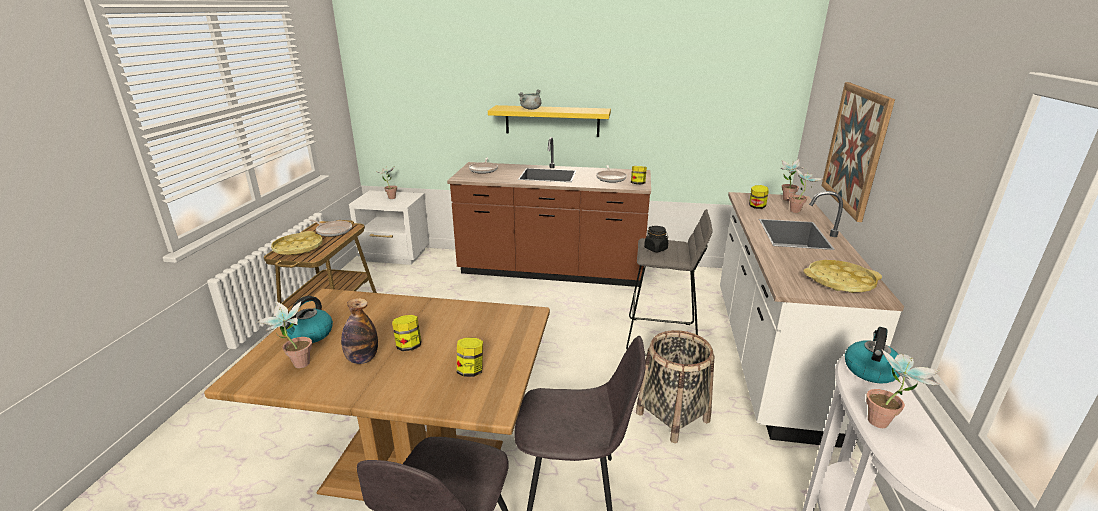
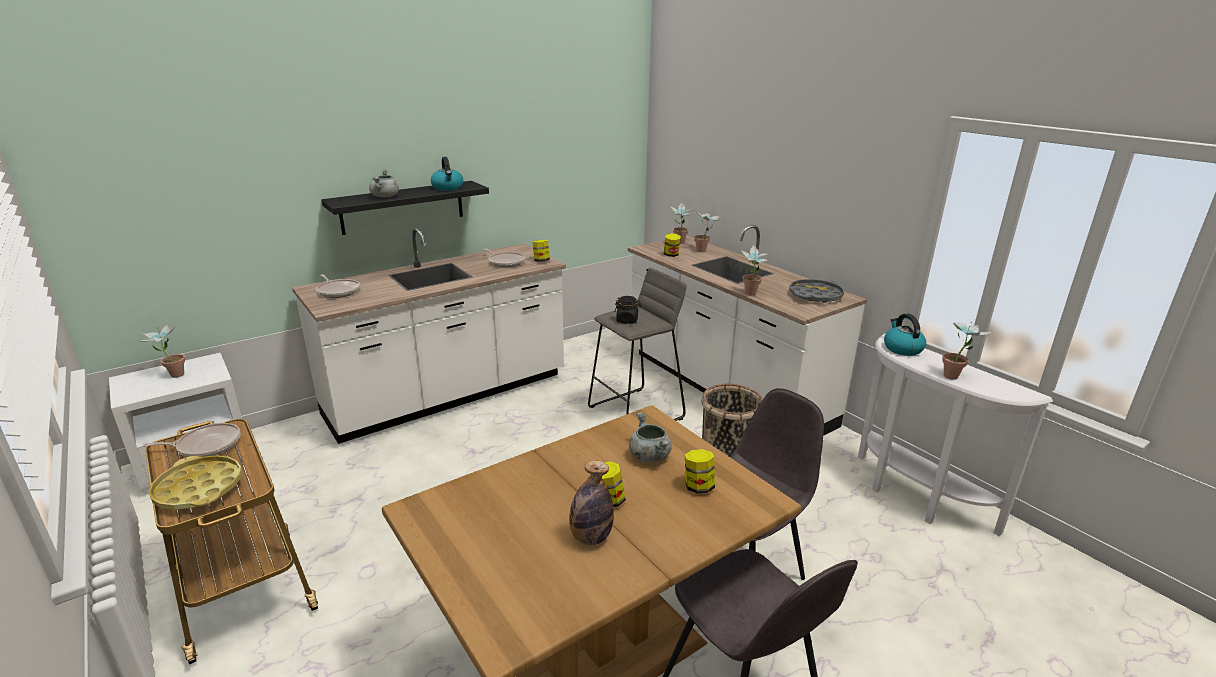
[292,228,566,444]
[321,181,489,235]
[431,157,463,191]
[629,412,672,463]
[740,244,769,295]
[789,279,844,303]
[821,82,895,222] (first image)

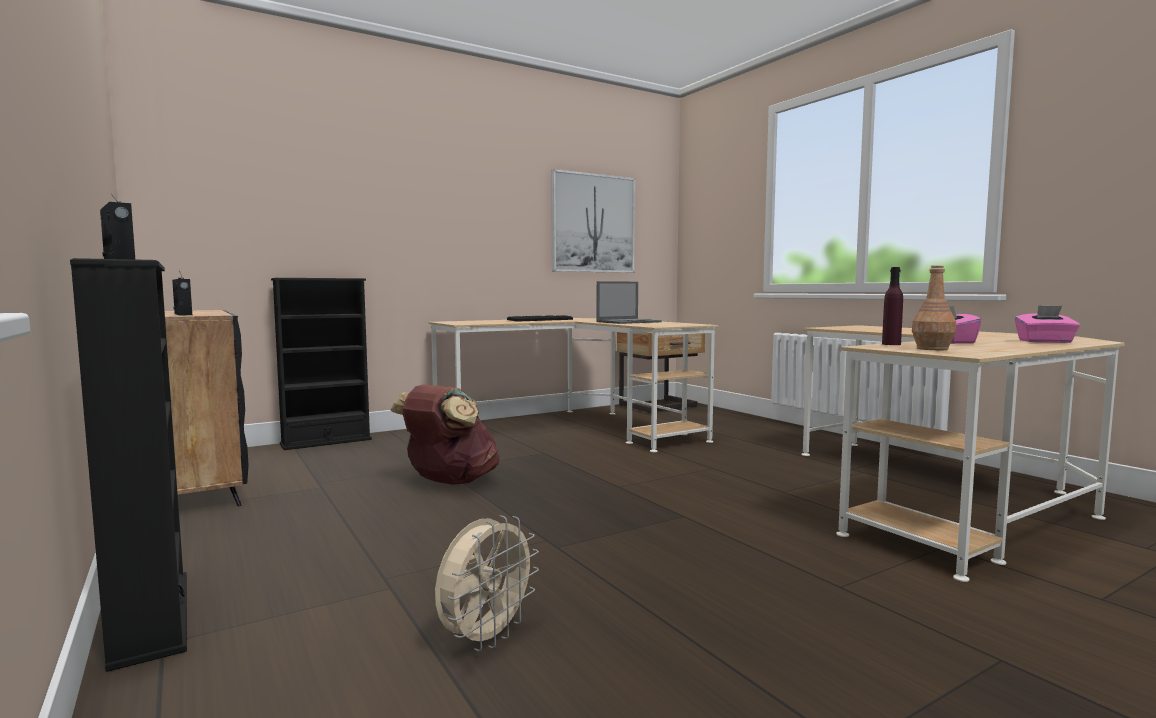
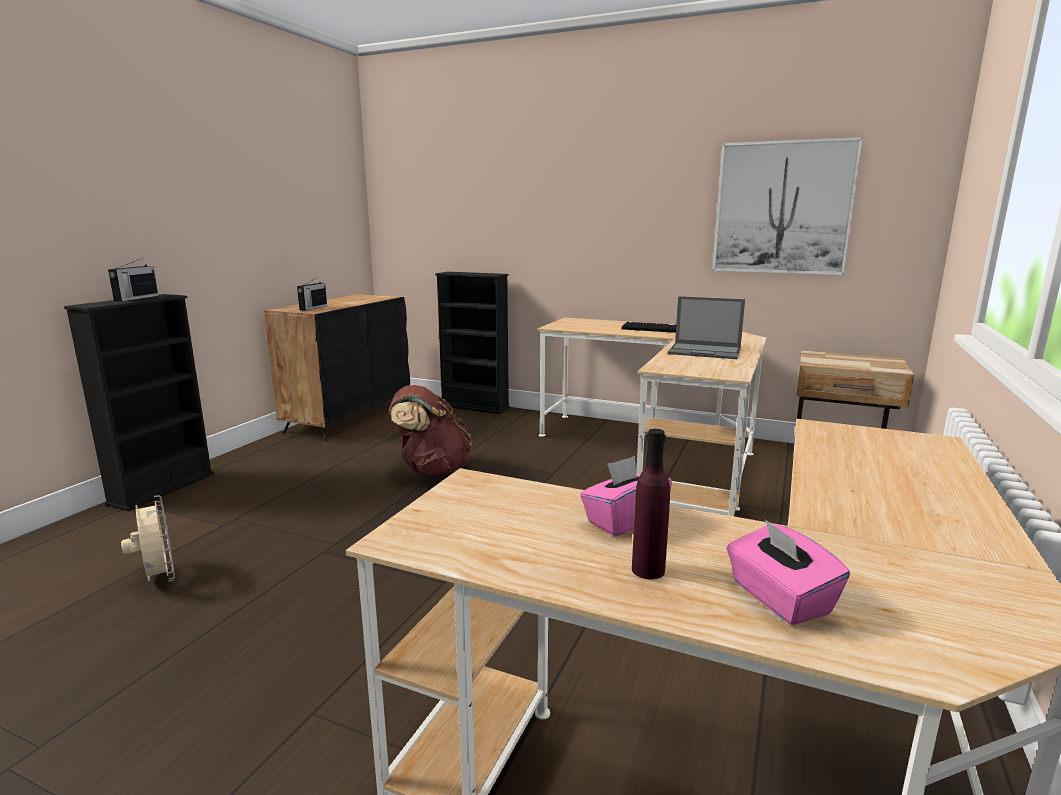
[121,495,175,582]
[632,429,670,579]
[912,265,956,350] (first image)

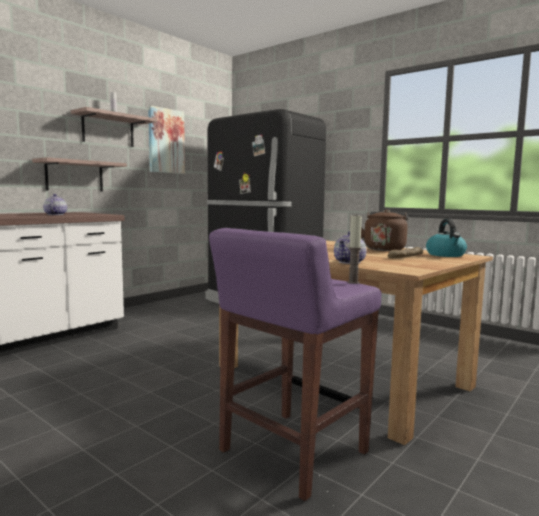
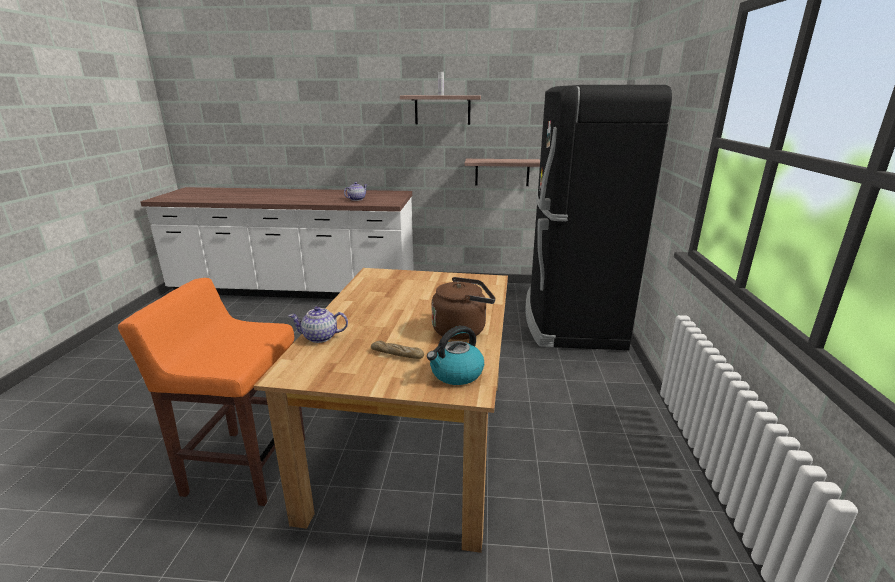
[118,278,305,506]
[465,159,540,186]
[148,105,185,174] (first image)
[348,215,362,284] (first image)

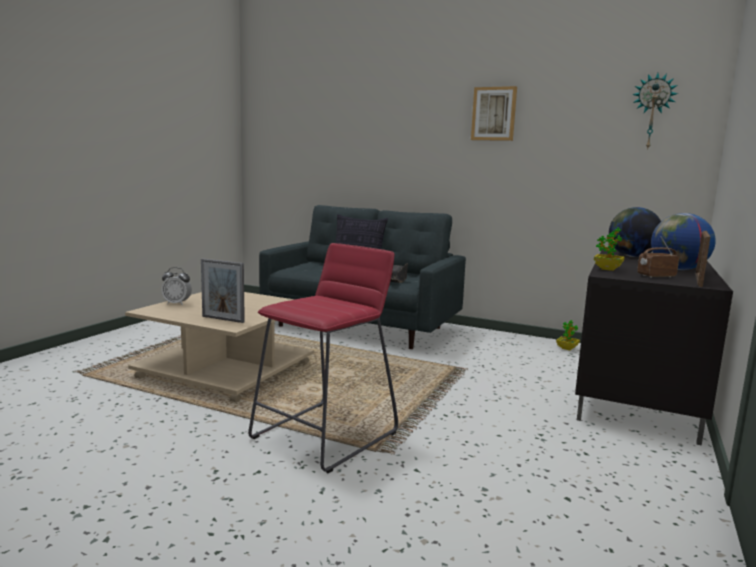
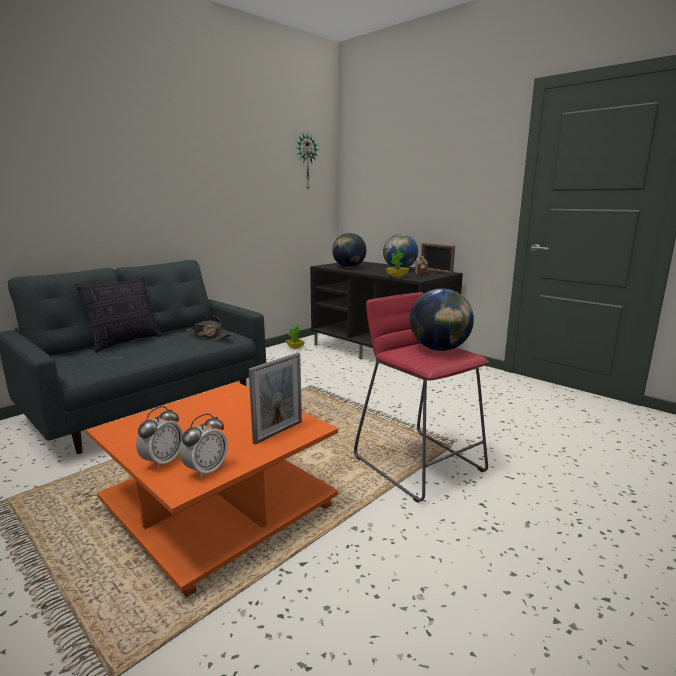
[86,382,338,597]
[180,413,228,479]
[410,288,474,351]
[471,86,517,141] (first image)

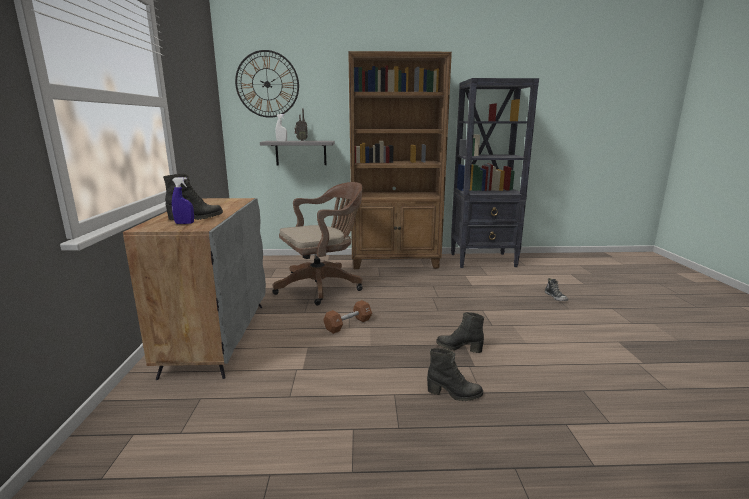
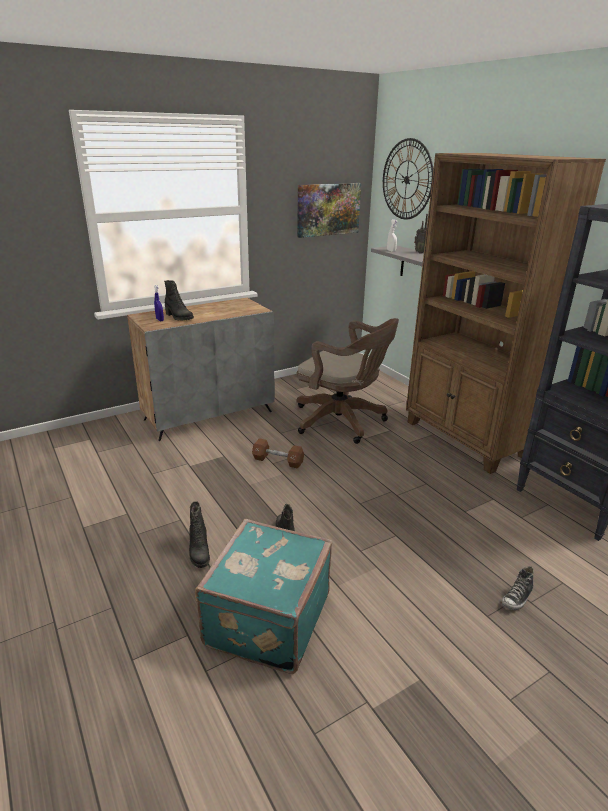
[195,519,332,674]
[297,183,361,238]

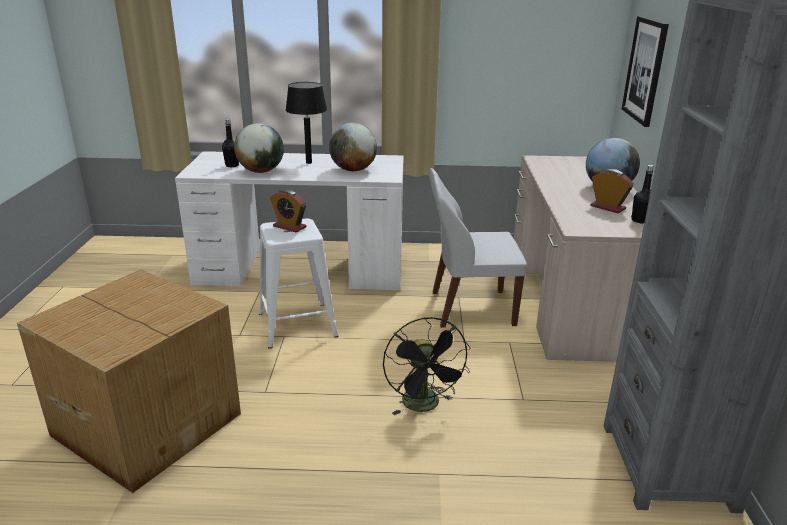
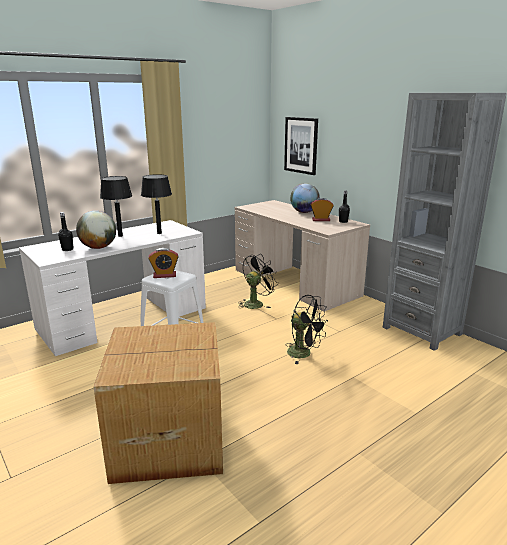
[141,174,172,234]
[238,254,279,309]

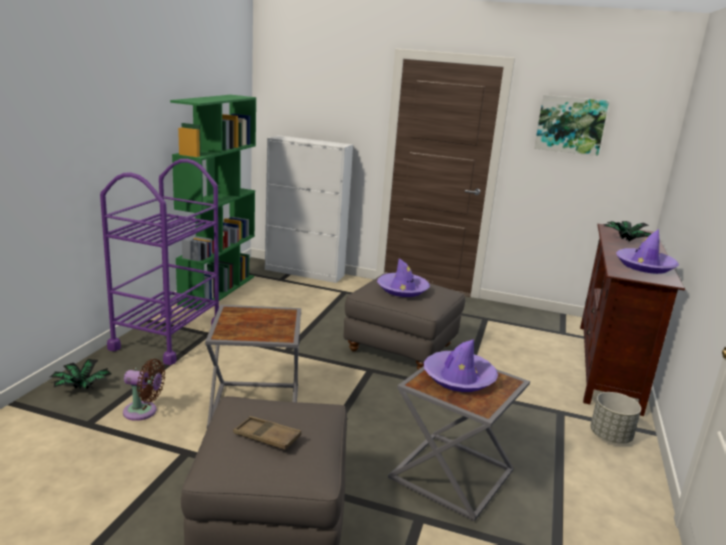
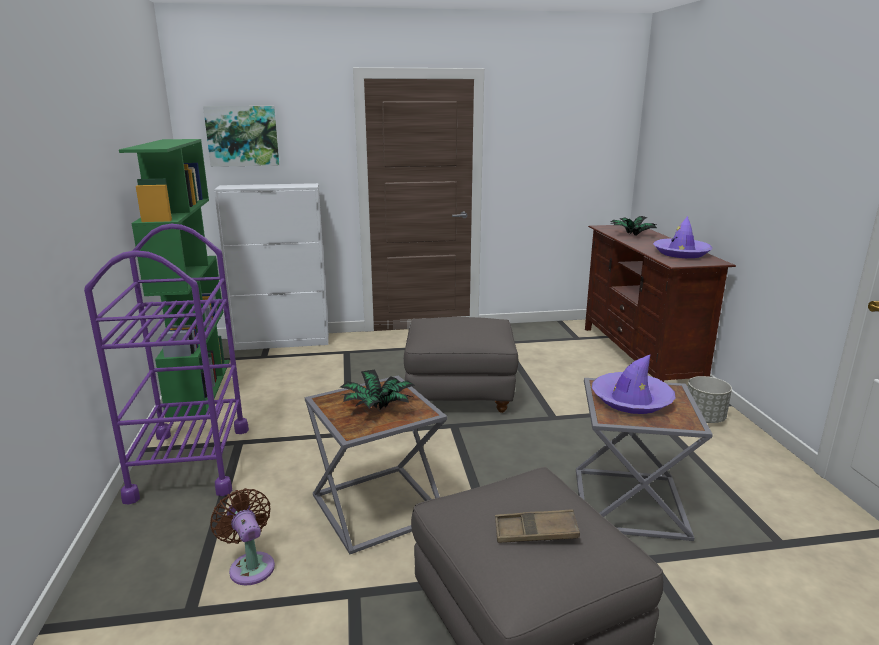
[203,106,279,167]
[210,488,275,585]
[340,370,415,409]
[377,258,430,297] (first image)

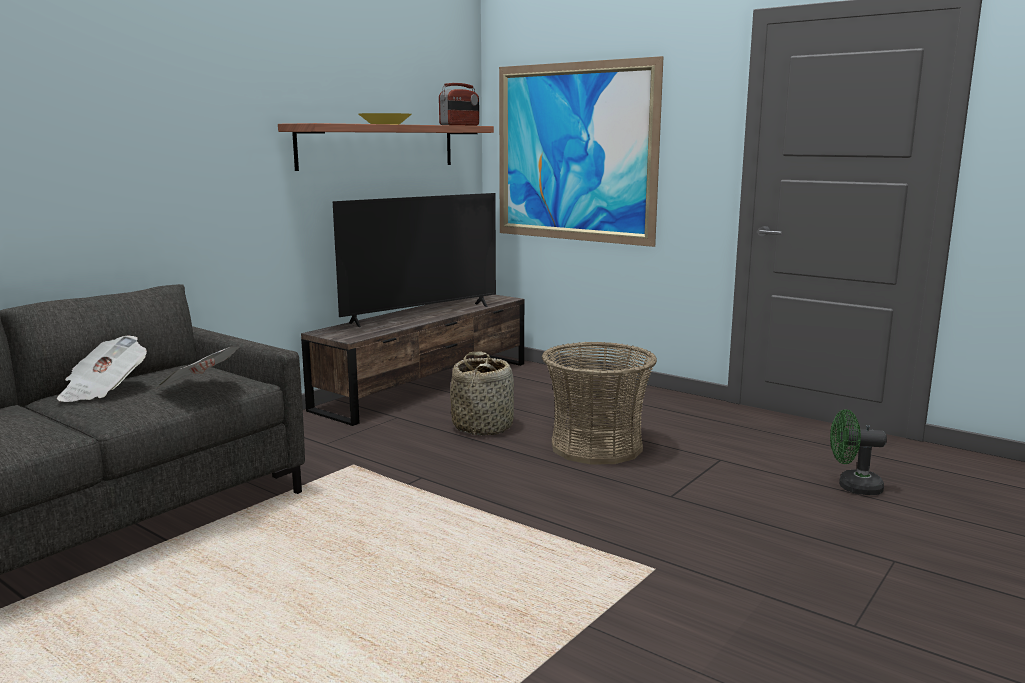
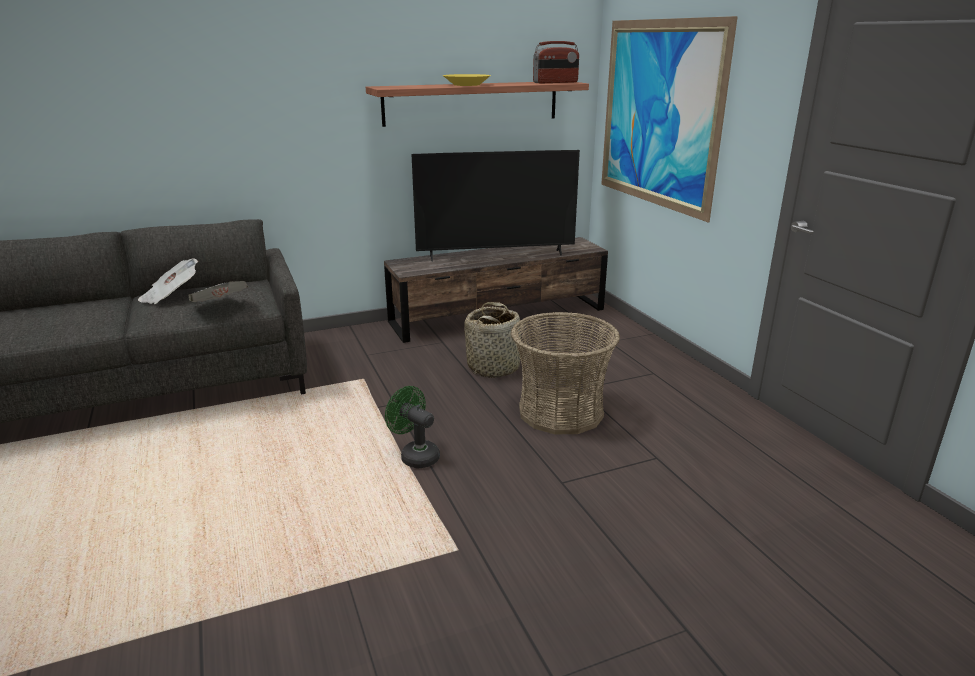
[385,386,440,468]

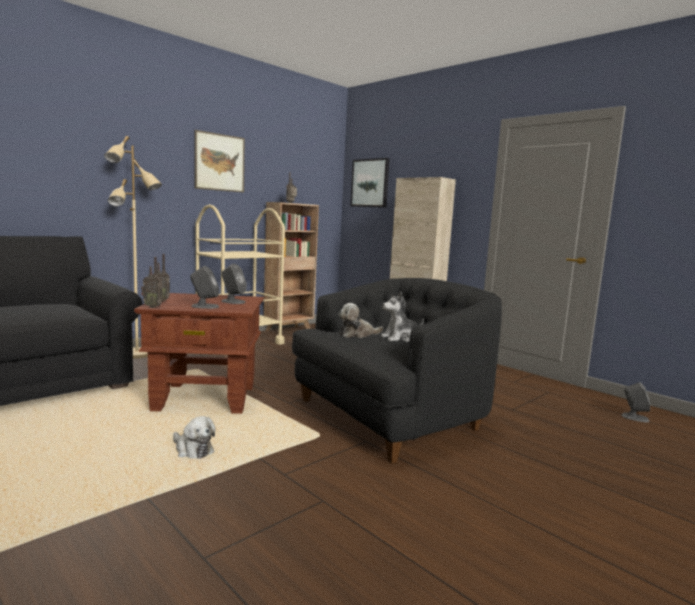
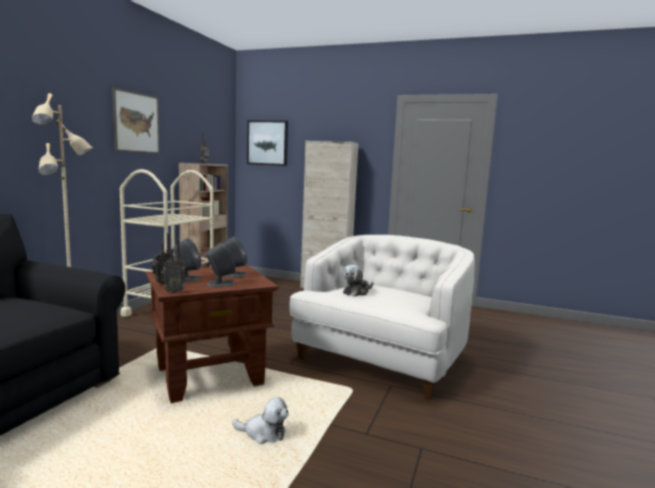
[173,238,202,281]
[289,235,475,400]
[381,291,424,342] (first image)

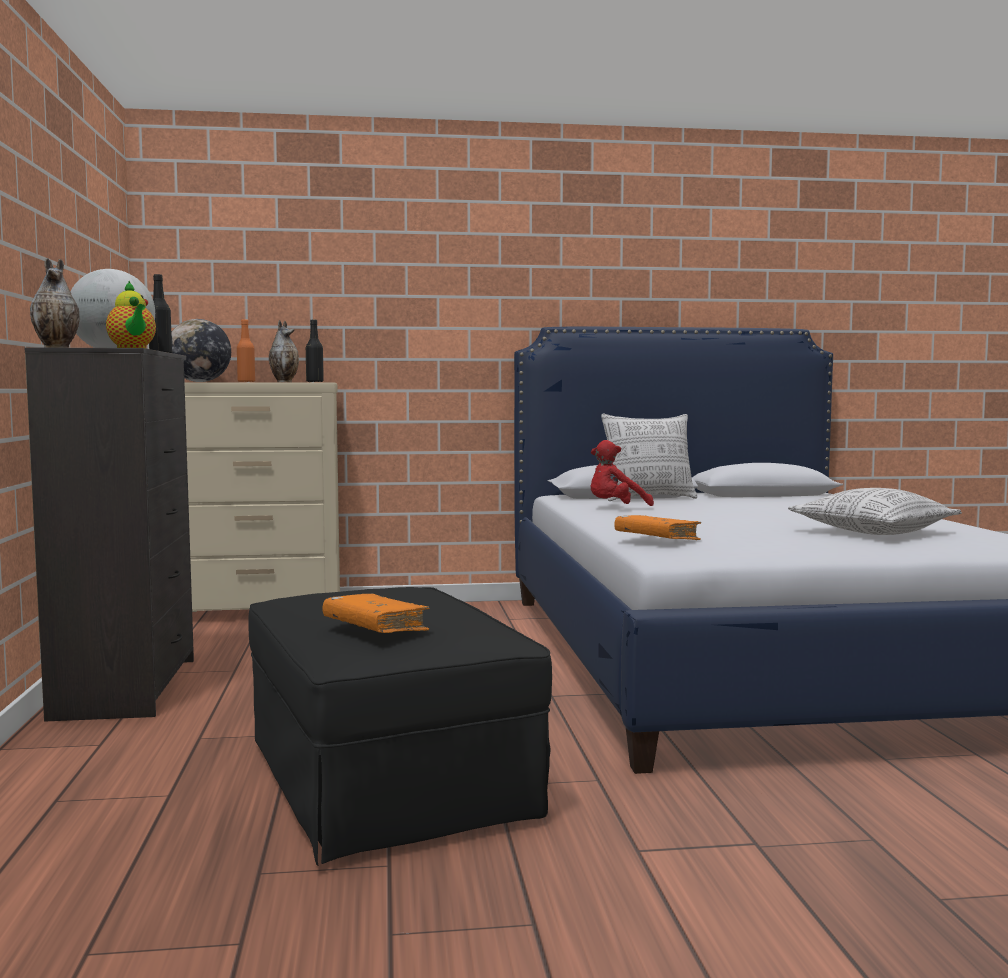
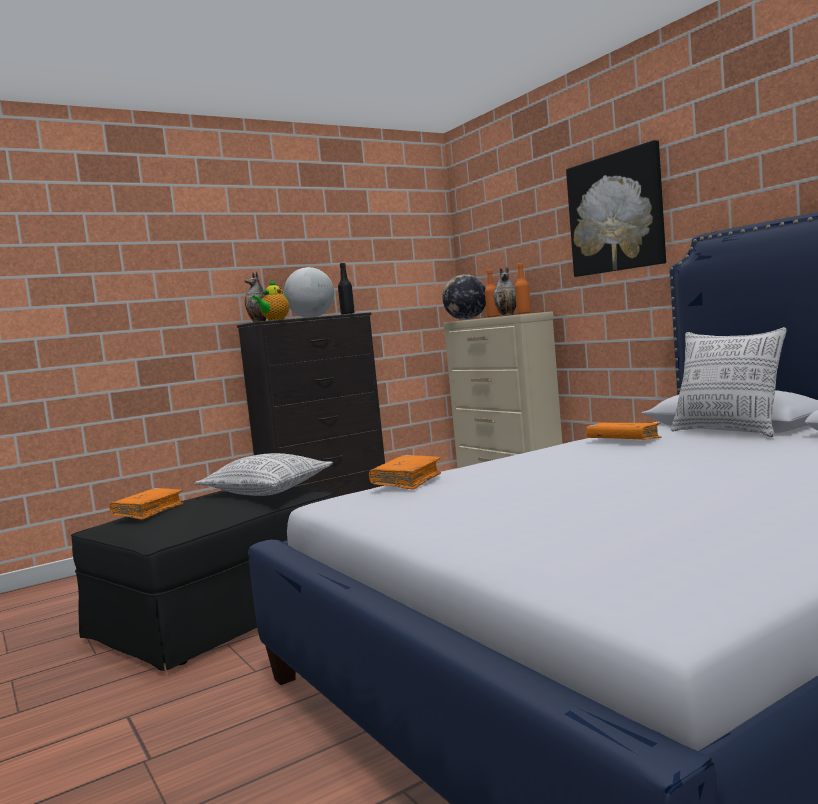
[195,453,333,496]
[515,263,531,314]
[566,140,666,277]
[587,422,662,440]

